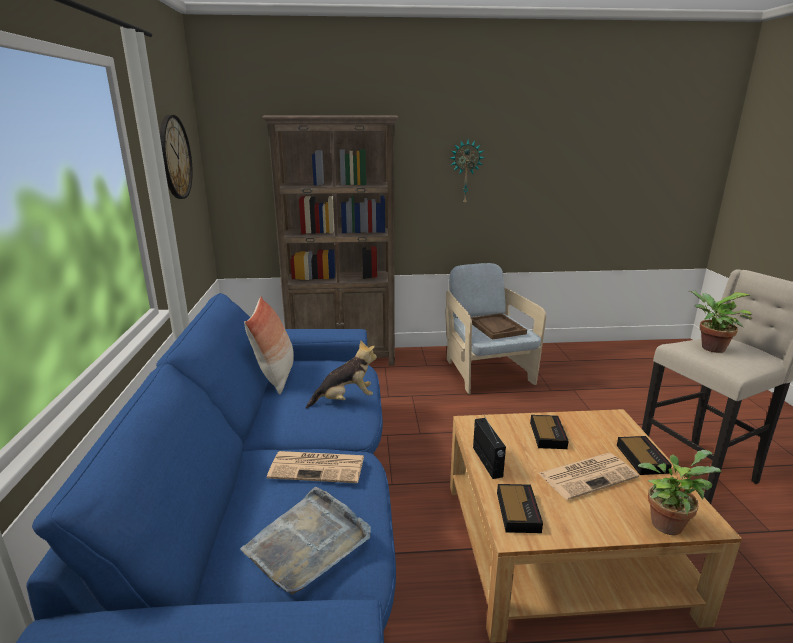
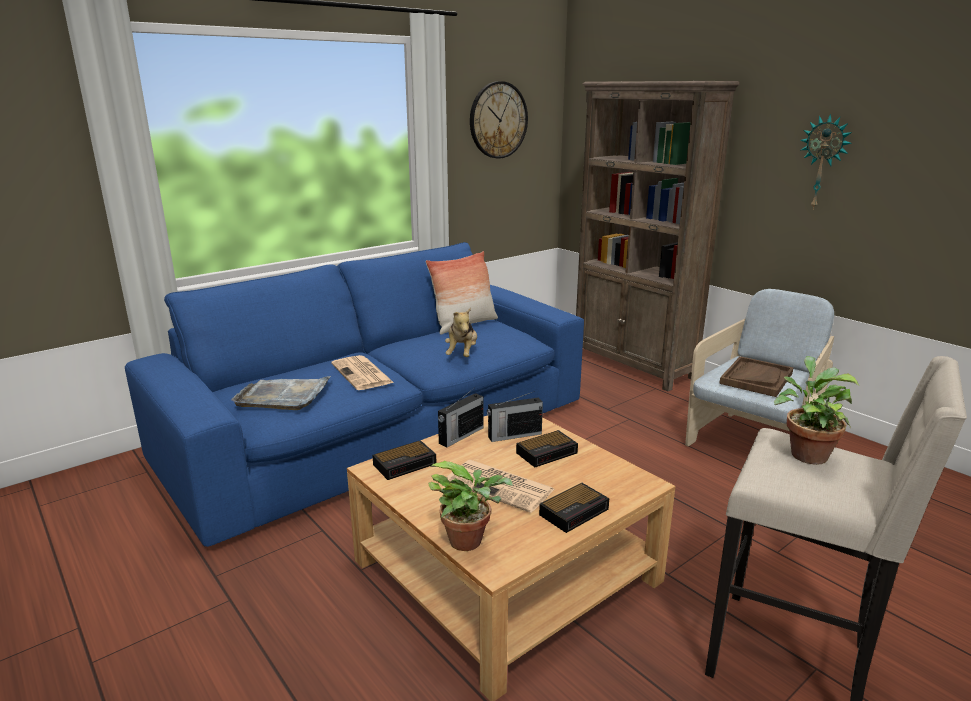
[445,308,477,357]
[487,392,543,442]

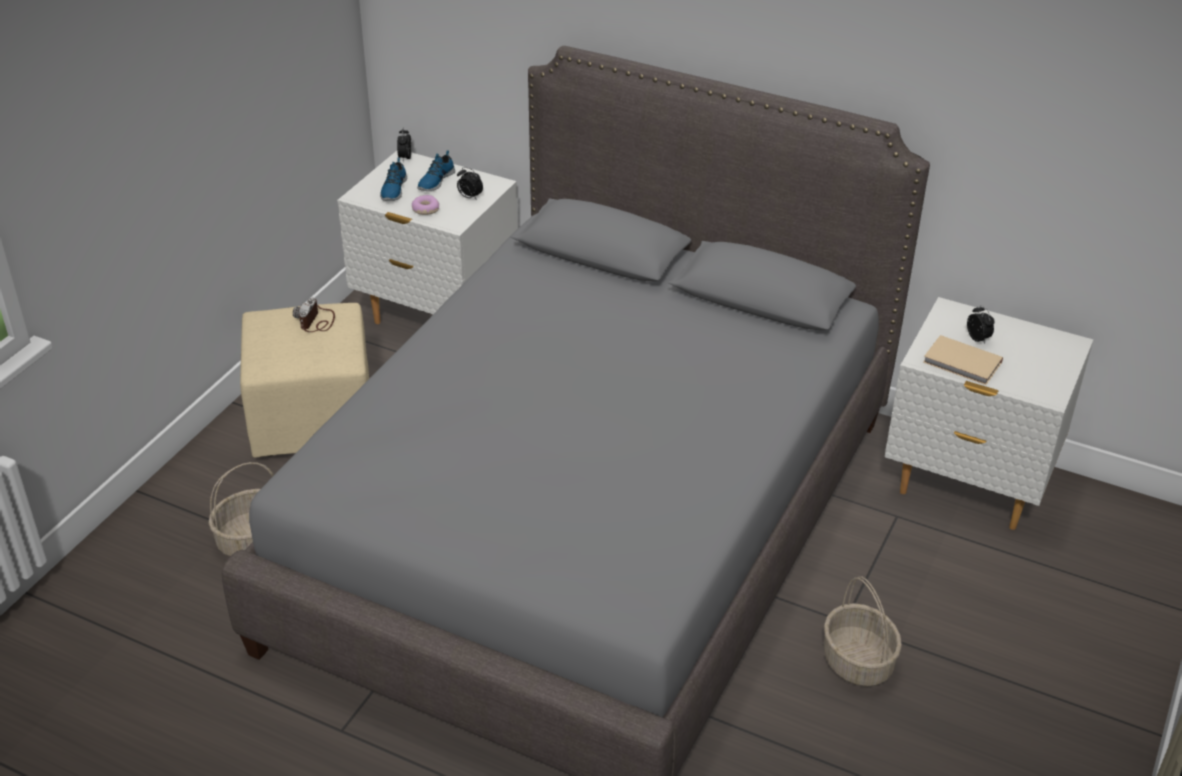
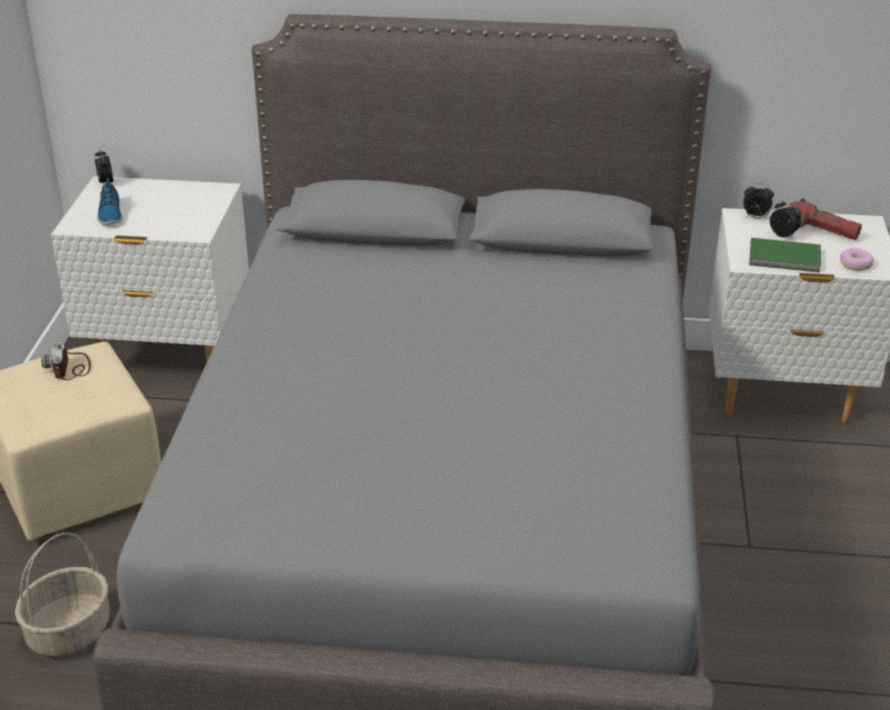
[743,183,774,218]
[749,238,821,273]
[789,198,862,240]
[840,248,874,271]
[417,150,455,191] (first image)
[824,576,902,687] (first image)

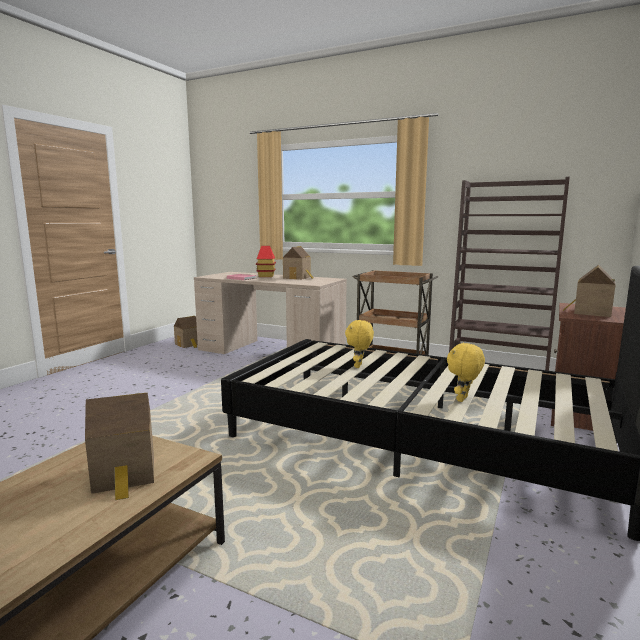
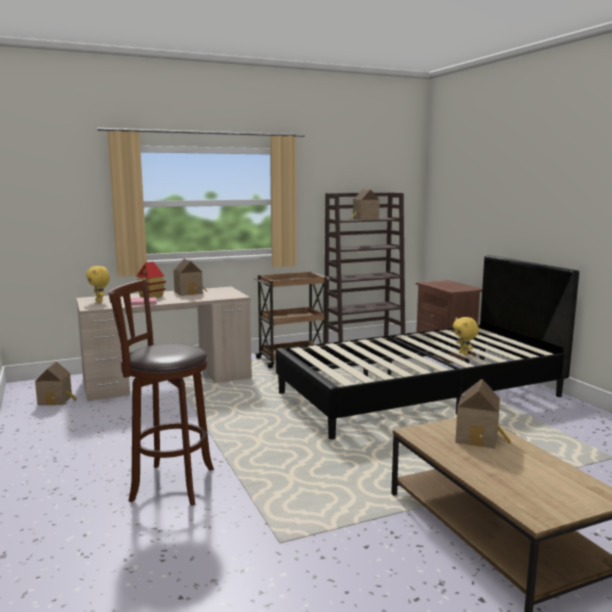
[86,266,110,303]
[108,279,214,506]
[350,189,380,220]

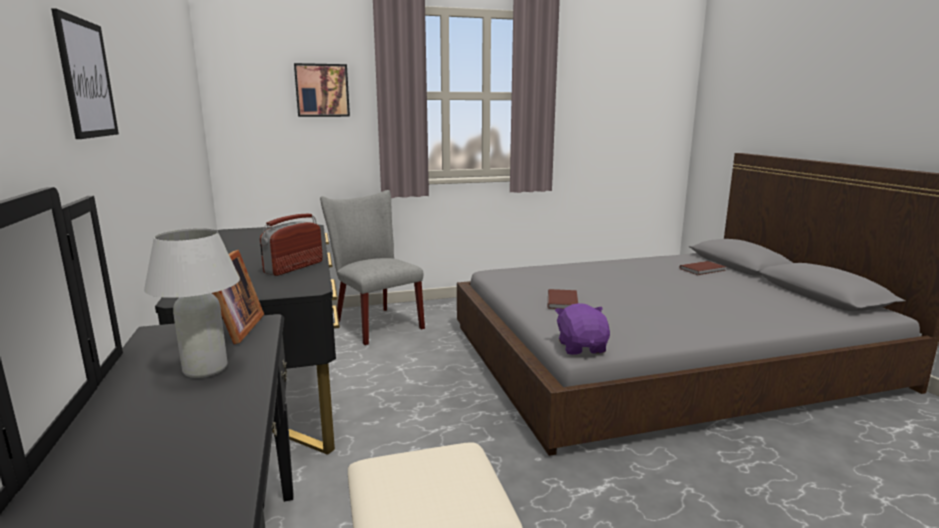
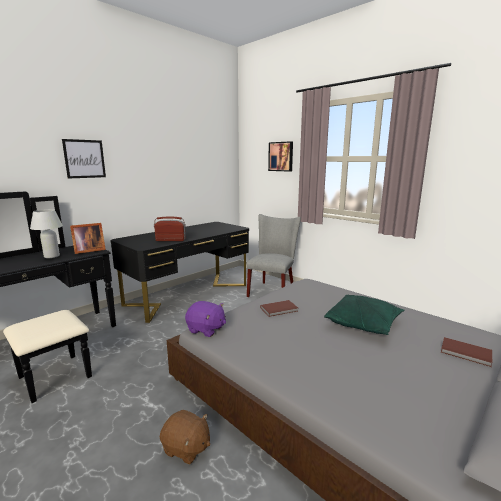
[160,410,210,465]
[185,301,226,337]
[324,295,405,335]

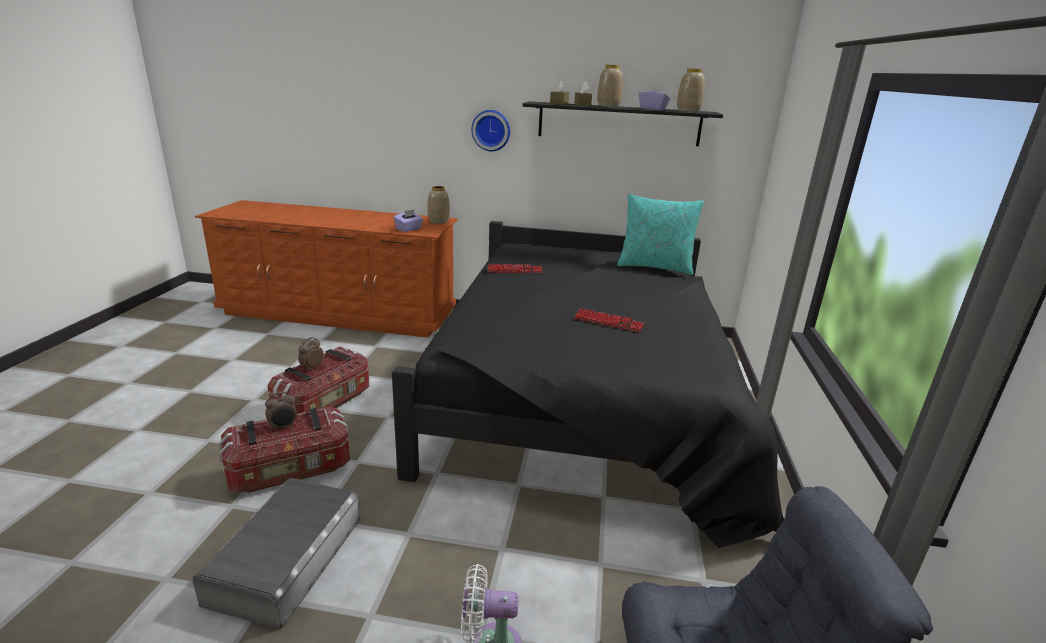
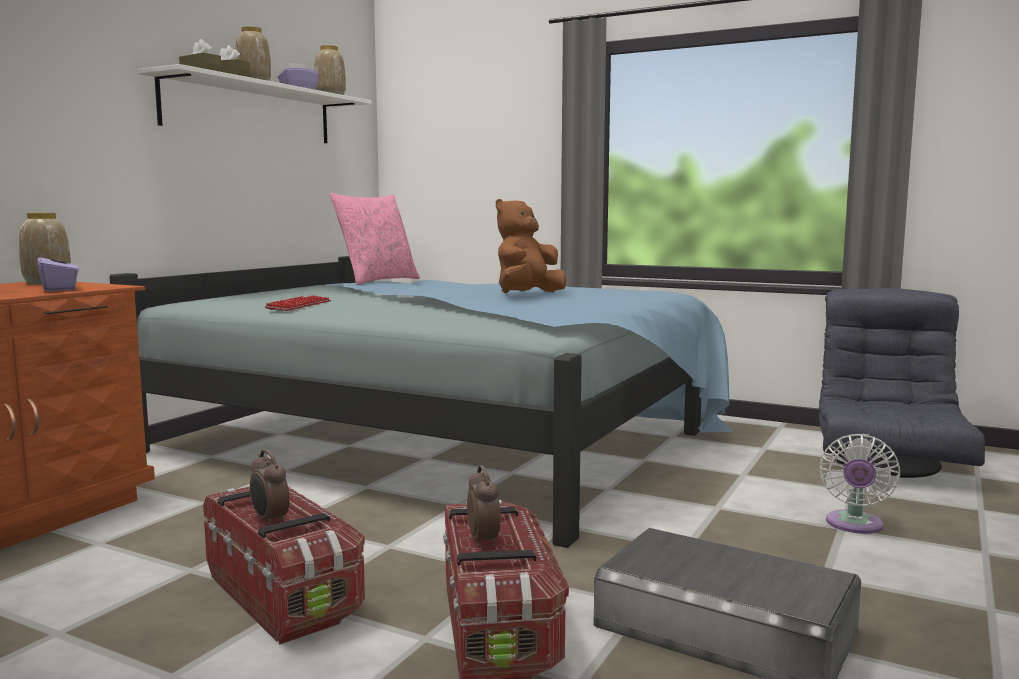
[109,256,734,548]
[138,64,372,143]
[329,193,420,285]
[496,199,566,293]
[471,110,510,151] (first image)

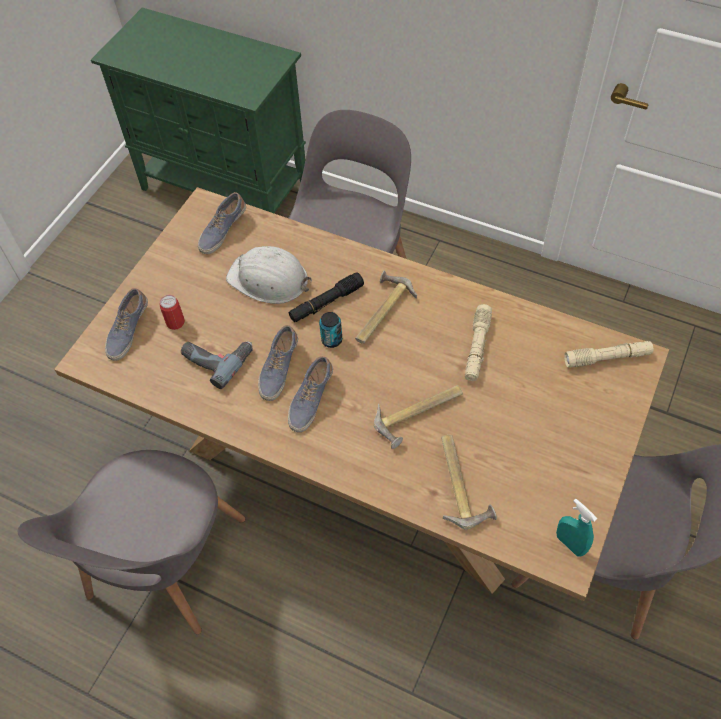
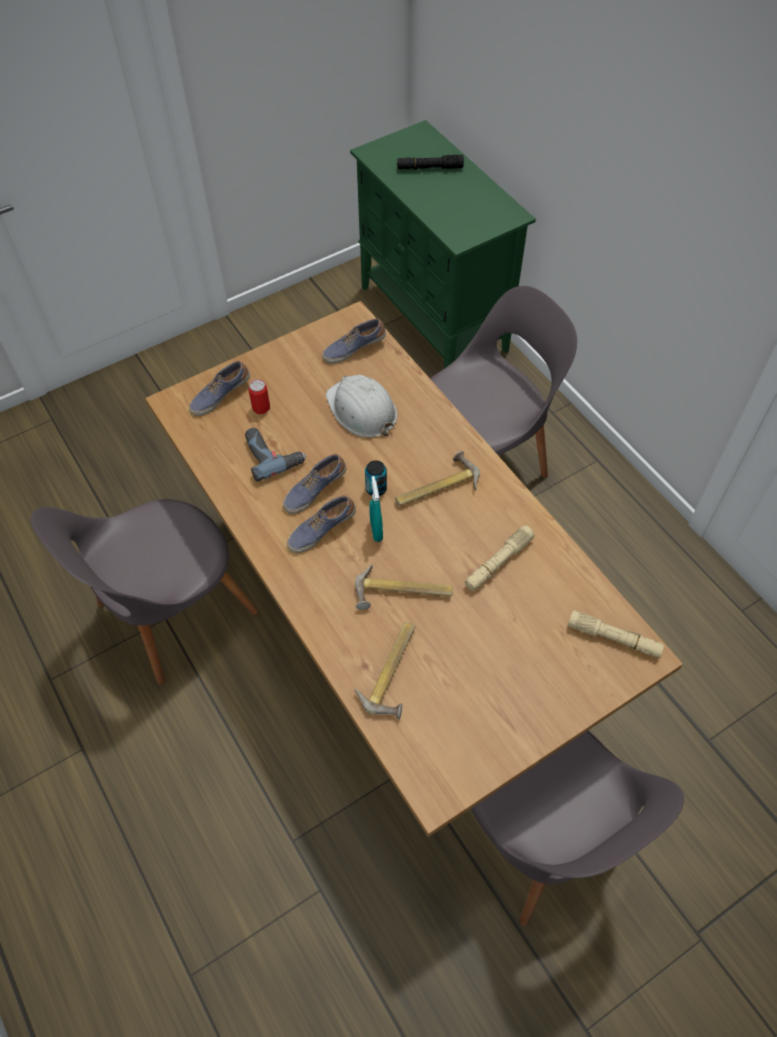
[369,476,383,542]
[397,154,464,170]

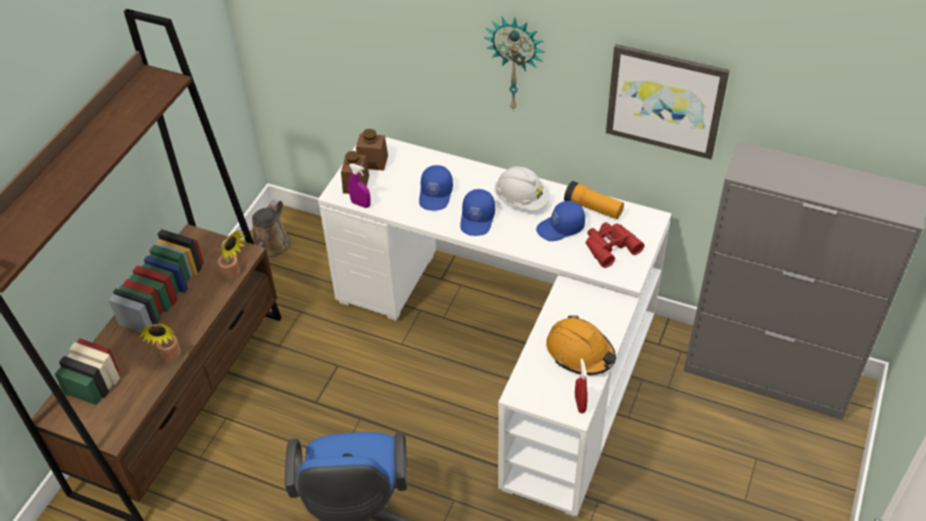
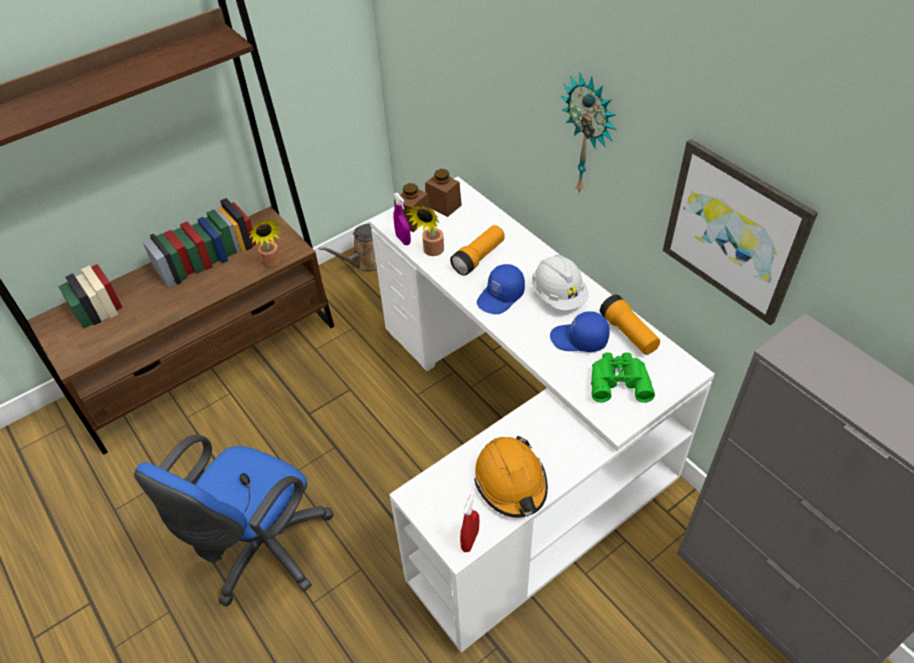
[407,205,444,256]
[450,225,505,276]
[591,352,655,403]

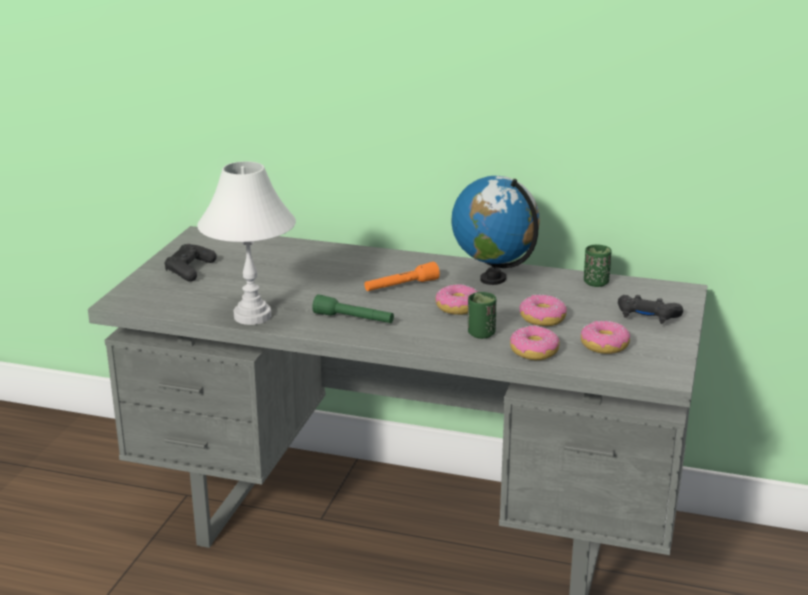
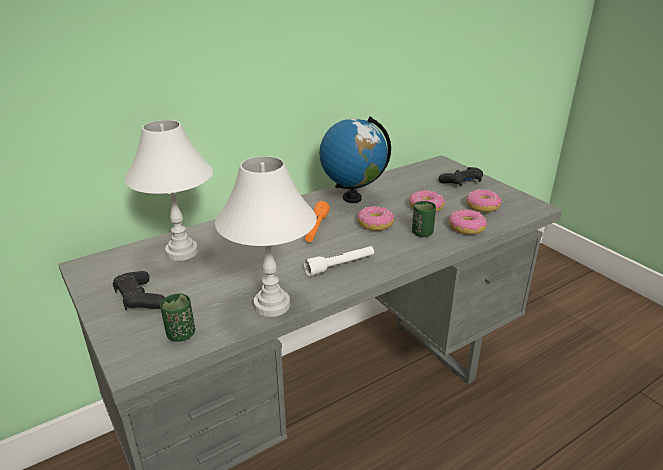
[124,120,213,261]
[160,294,195,342]
[304,246,374,276]

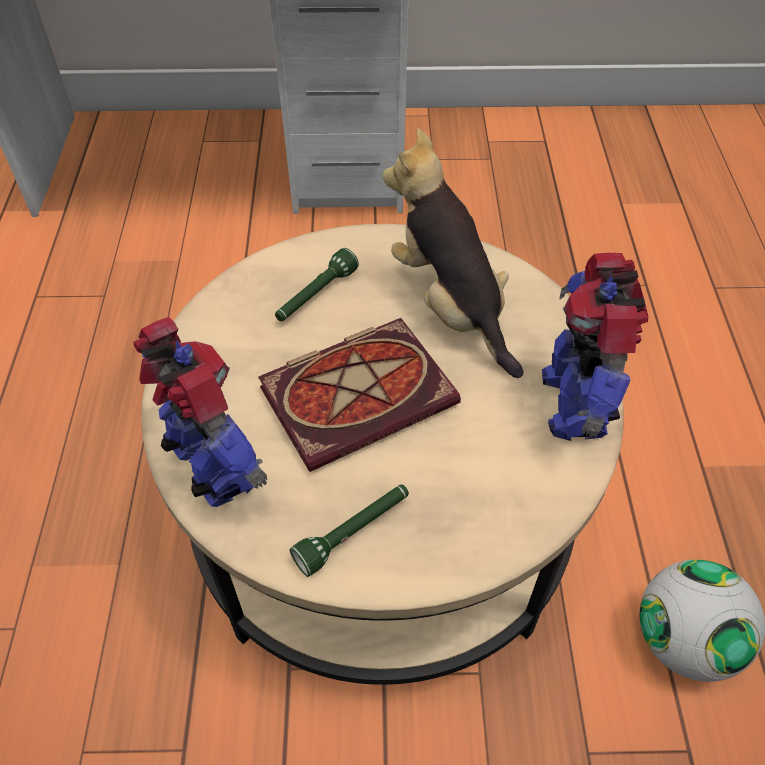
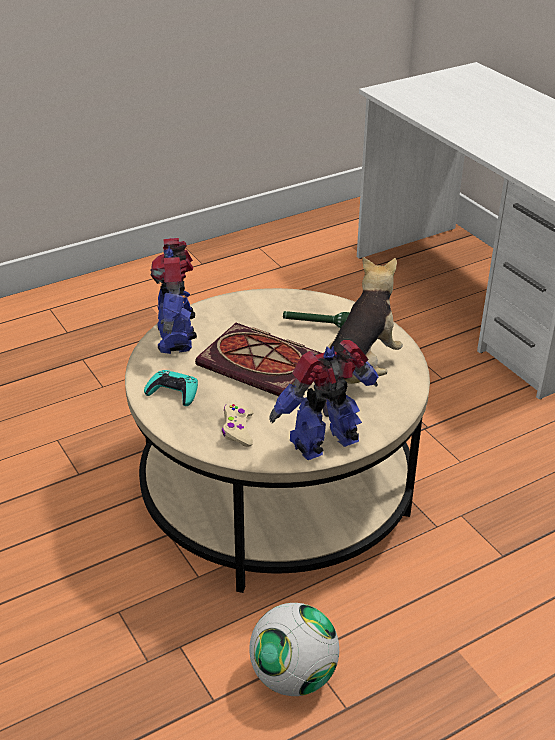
[144,370,198,406]
[150,238,197,354]
[222,403,254,447]

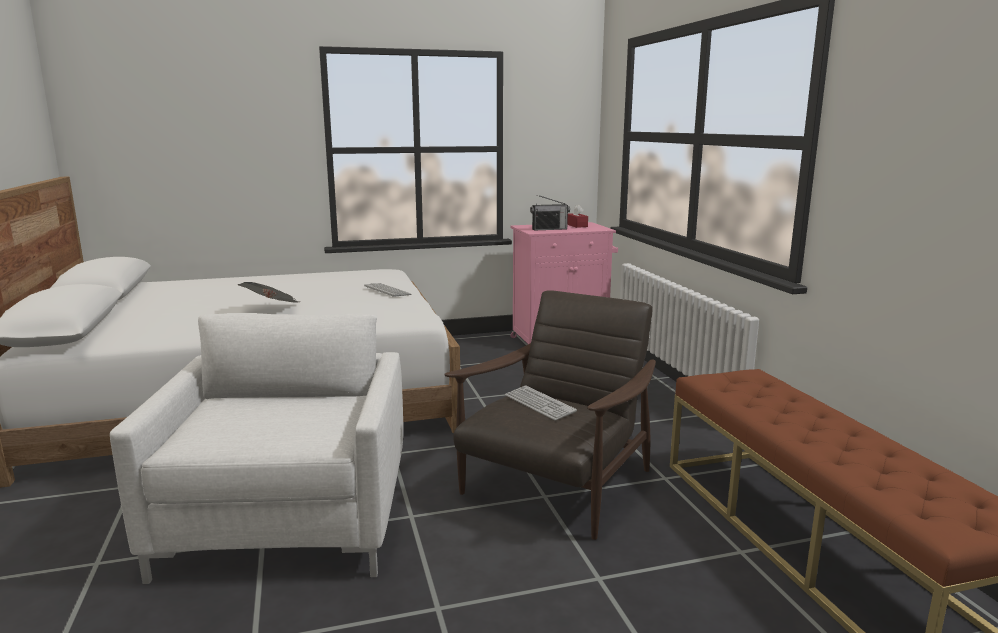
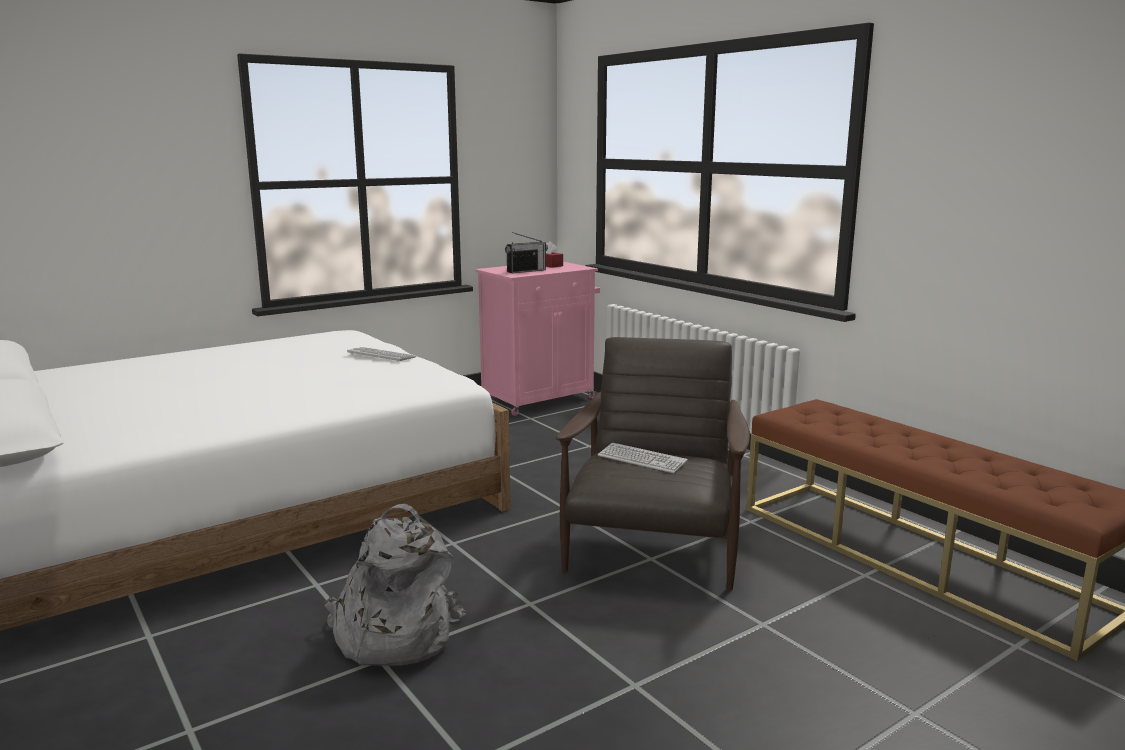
[324,504,466,666]
[238,282,298,303] (first image)

